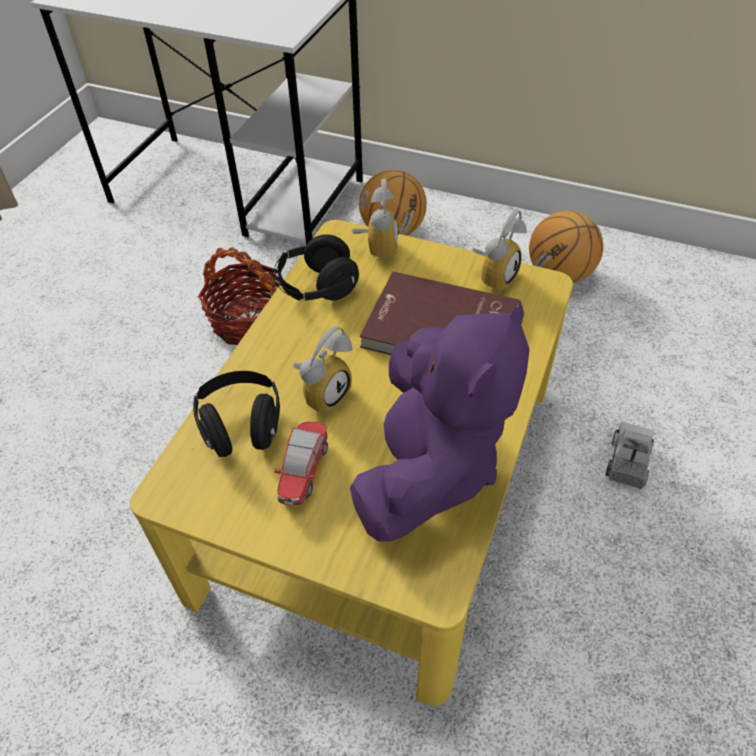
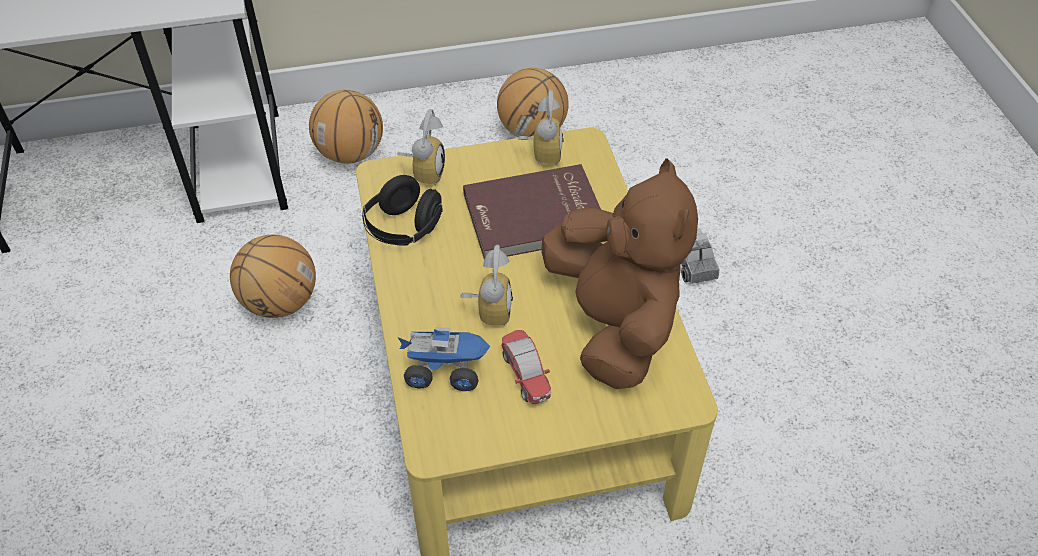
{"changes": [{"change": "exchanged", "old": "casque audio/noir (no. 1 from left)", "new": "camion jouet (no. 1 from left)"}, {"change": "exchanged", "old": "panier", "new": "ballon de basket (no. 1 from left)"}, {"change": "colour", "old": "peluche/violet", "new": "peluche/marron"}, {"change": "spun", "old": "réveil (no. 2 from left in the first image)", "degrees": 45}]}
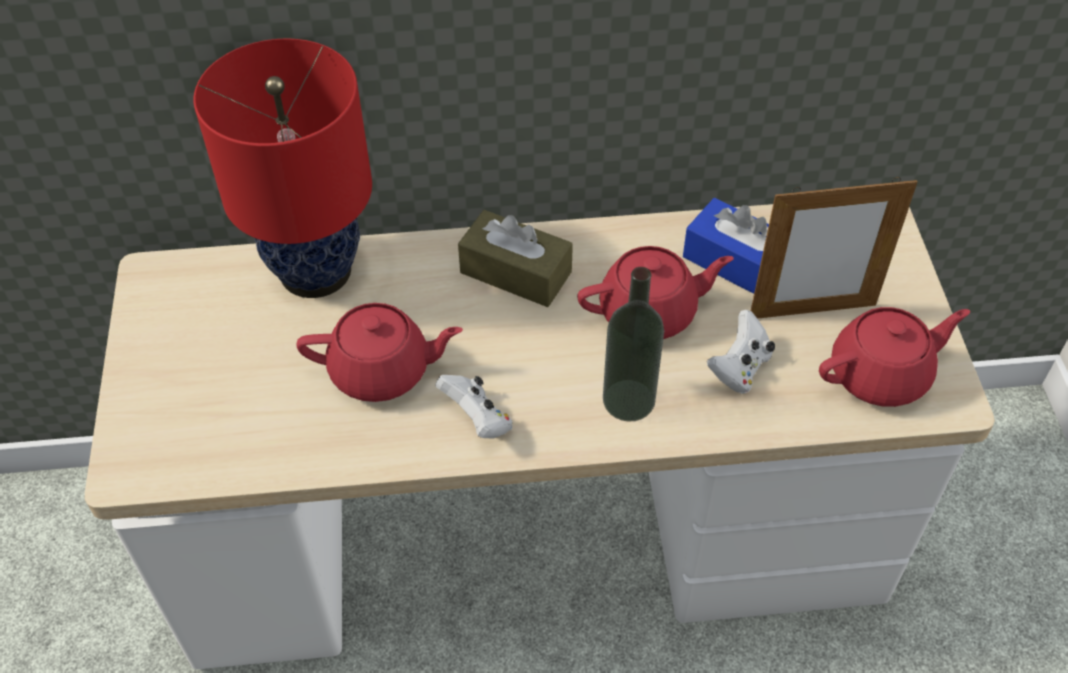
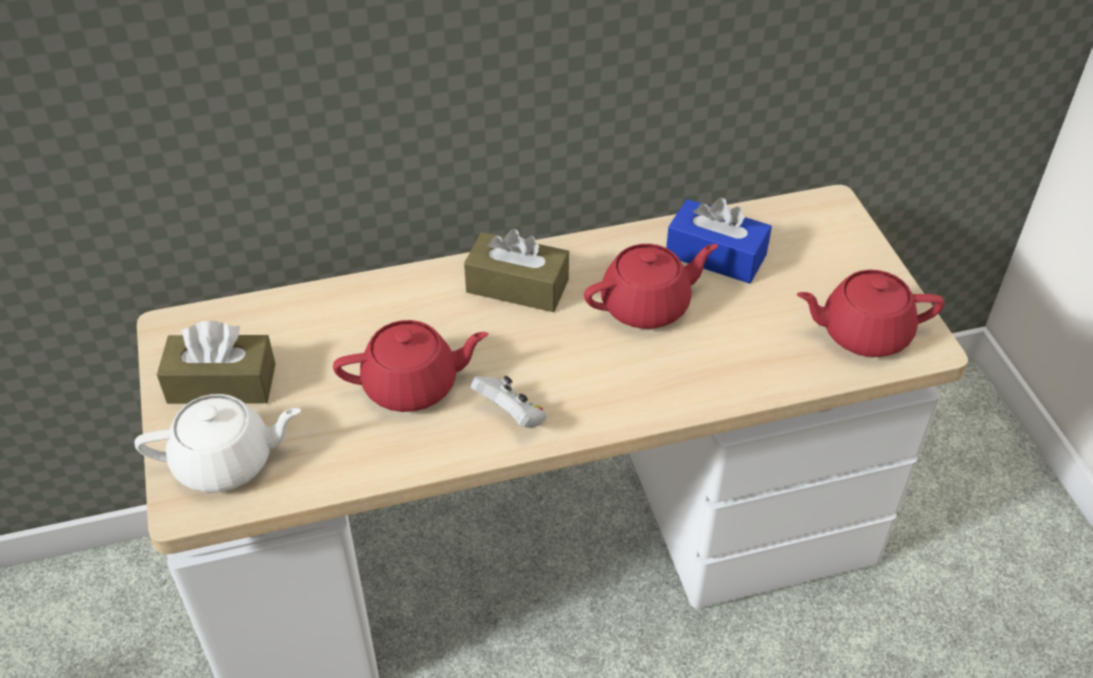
{"changes": [{"change": "missing", "old": "lampe de table/rouge"}, {"change": "missing", "old": "bouteille"}, {"change": "missing", "old": "manette/blanc (no. 2 from left)"}, {"change": "missing", "old": "cadre photo"}, {"change": "spun", "old": "théière/rouge (no. 3 from left)", "degrees": -150}, {"change": "appeared", "new": "théière/blanc"}, {"change": "appeared", "new": "boîte à mouchoirs/marron (no. 1 from left)"}]}
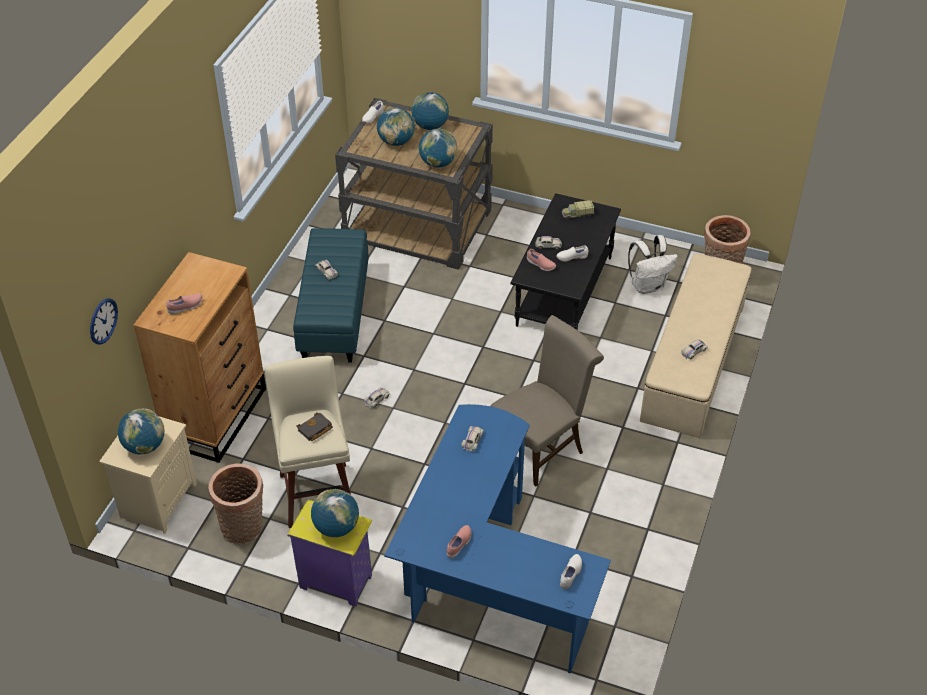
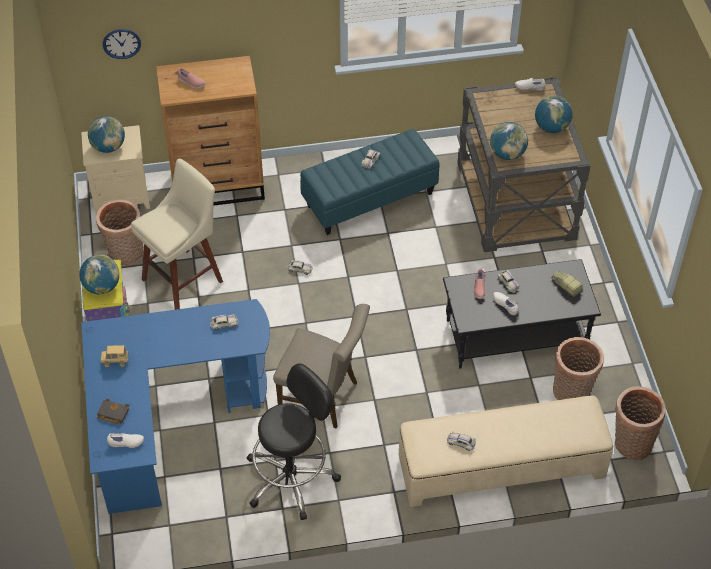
{"changes": [{"change": "relocated", "old": "livre/noir"}, {"change": "missing", "old": "globe (no. 3 from left)"}, {"change": "exchanged", "old": "chaussure/rose (no. 2 from left)", "new": "camion jouet (no. 1 from left)"}, {"change": "exchanged", "old": "sac à dos/blanc", "new": "panier (no. 2 from left)"}, {"change": "appeared", "new": "tabouret/noir"}]}
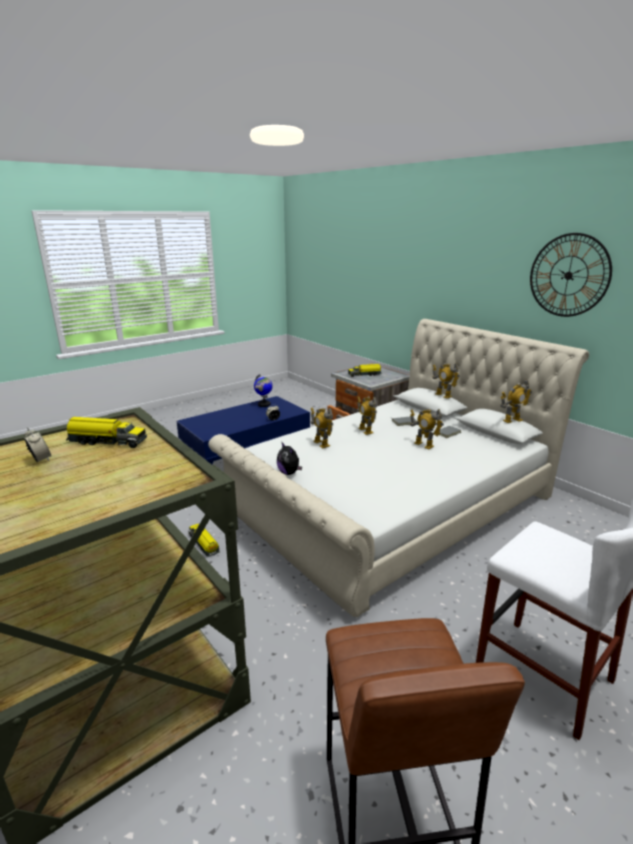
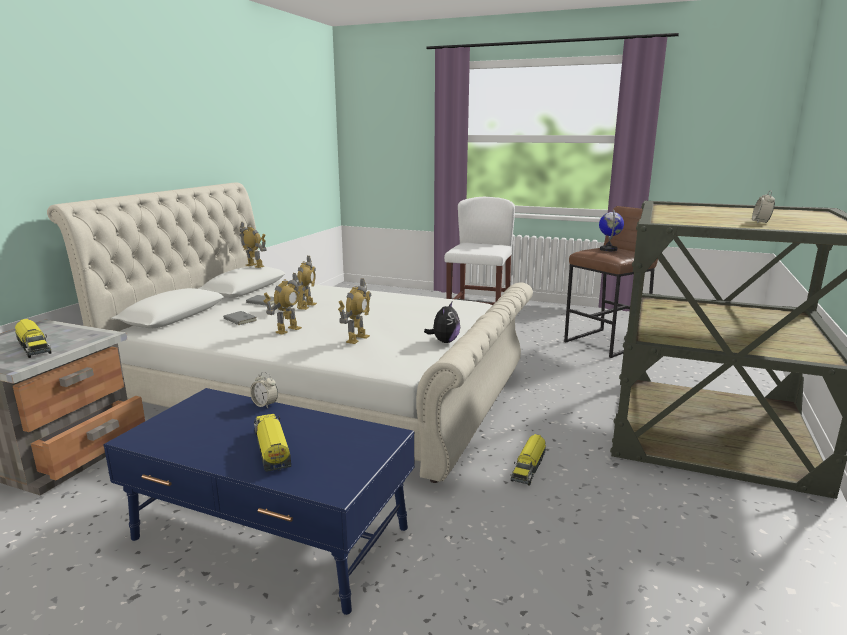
{"changes": [{"change": "relocated", "old": "camion jouet (no. 1 from left in the first image)", "new": "camion jouet (no. 2 from left)"}, {"change": "relocated", "old": "globe"}, {"change": "missing", "old": "robot jouet (no. 4 from left)"}, {"change": "missing", "old": "horloge murale"}]}
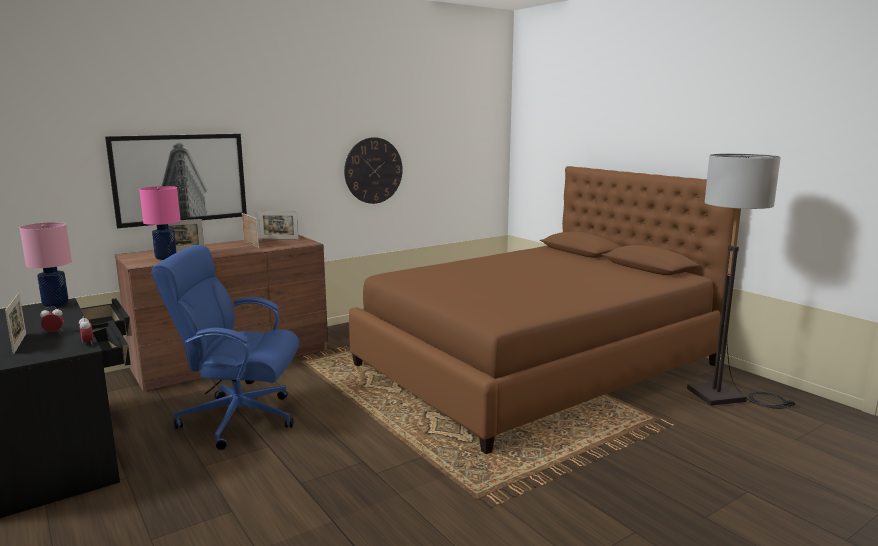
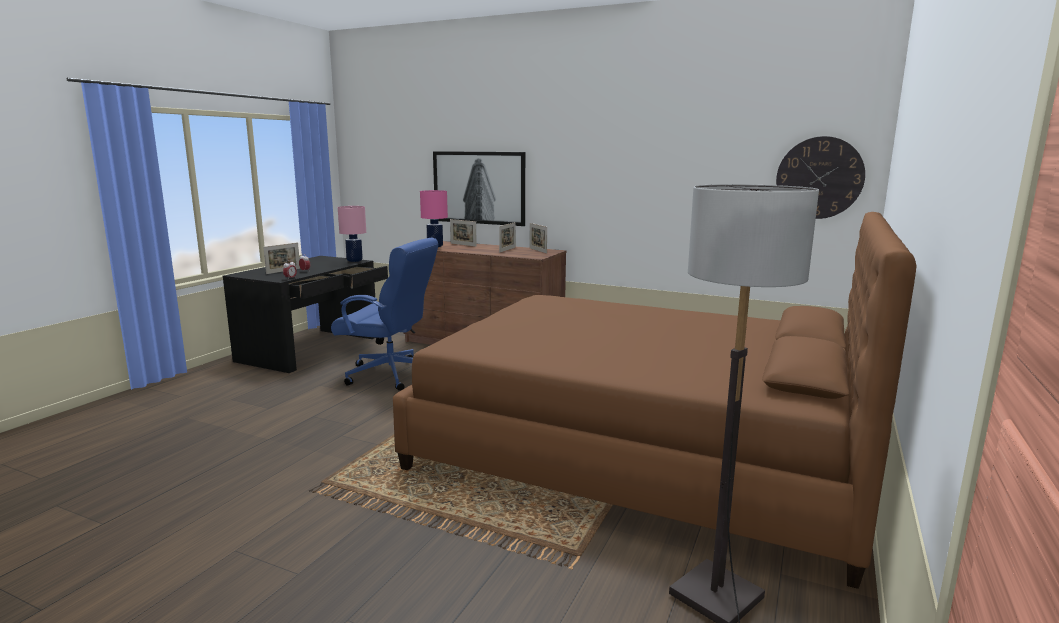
{"changes": [{"change": "spun", "old": "chaise de bureau/bleu", "degrees": 135}, {"change": "relocated", "old": "horloge murale"}]}
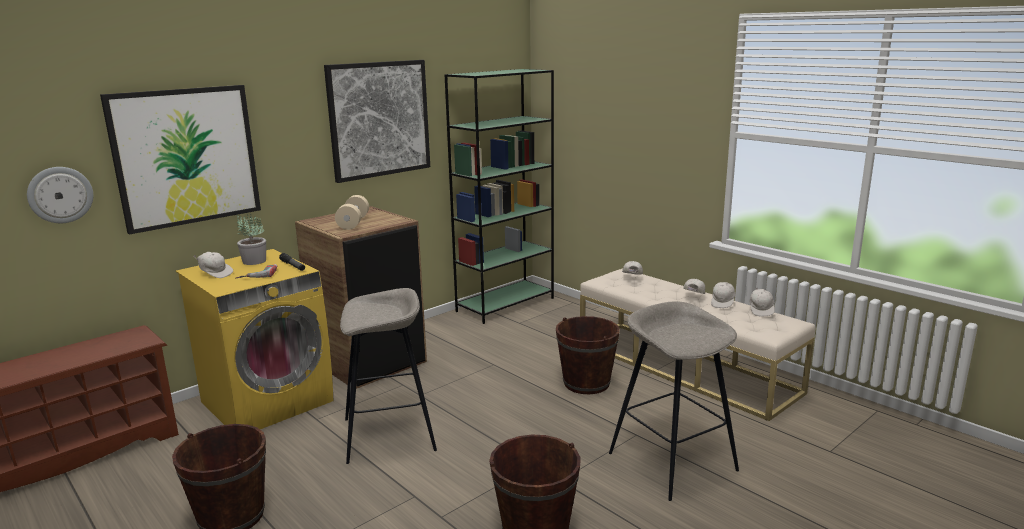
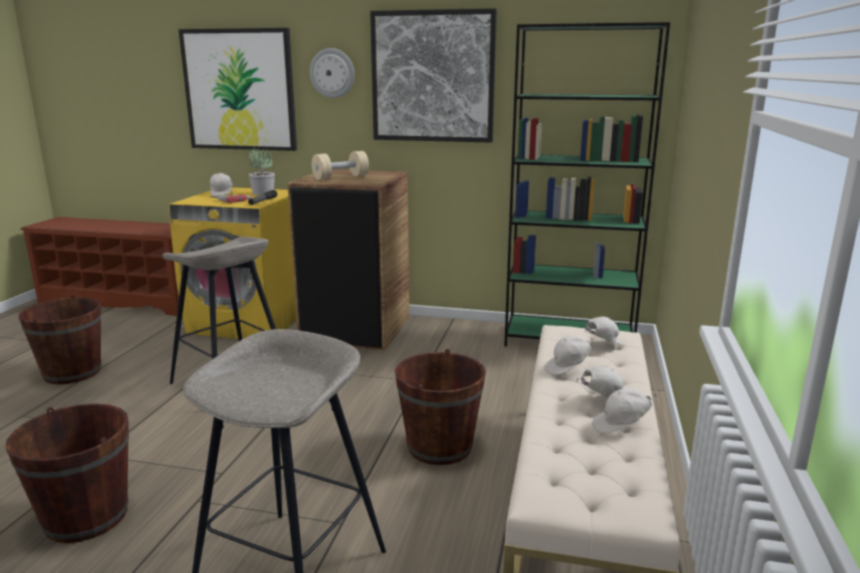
{"changes": [{"change": "relocated", "old": "horloge murale"}, {"change": "relocated", "old": "casquette/blanc (no. 5 from left in the first image)", "new": "casquette/blanc (no. 2 from left)"}]}
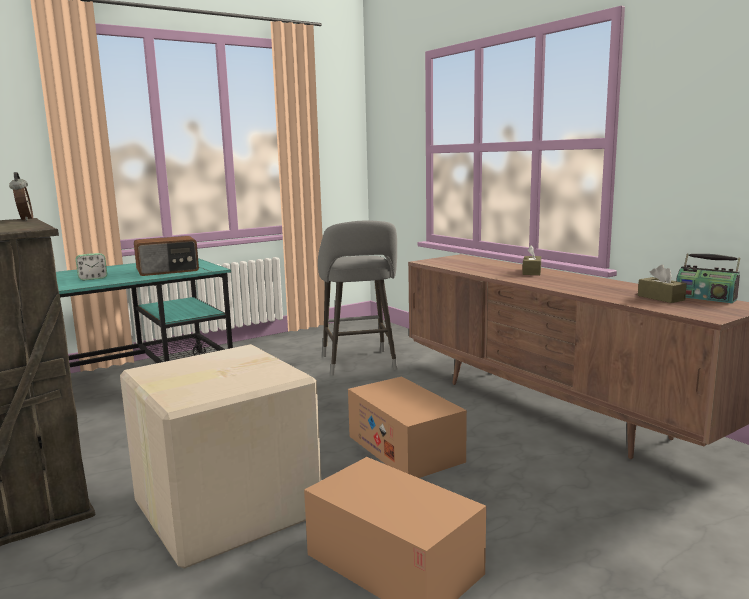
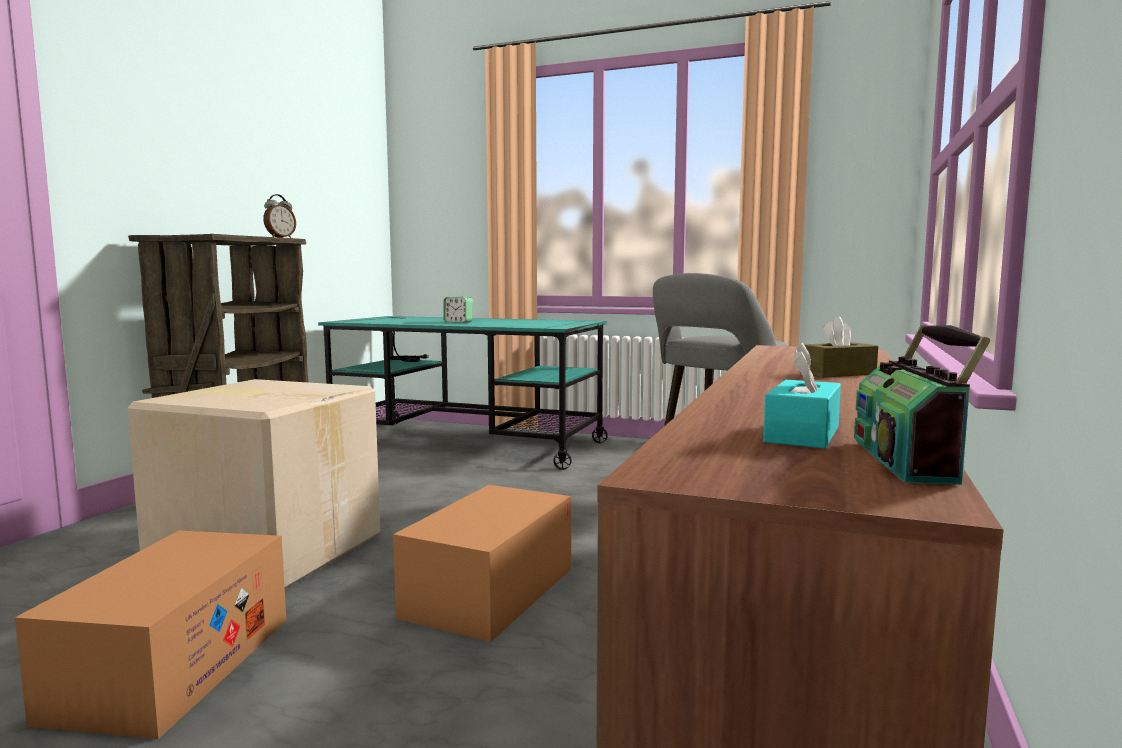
{"changes": [{"change": "missing", "old": "radio (no. 1 from left)"}, {"change": "colour", "old": "boîte à mouchoirs/marron (no. 2 from left)", "new": "boîte à mouchoirs/turquoise"}]}
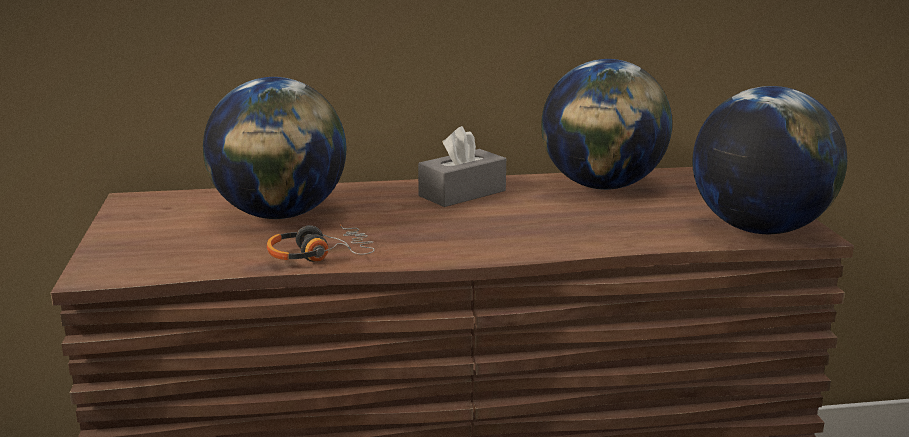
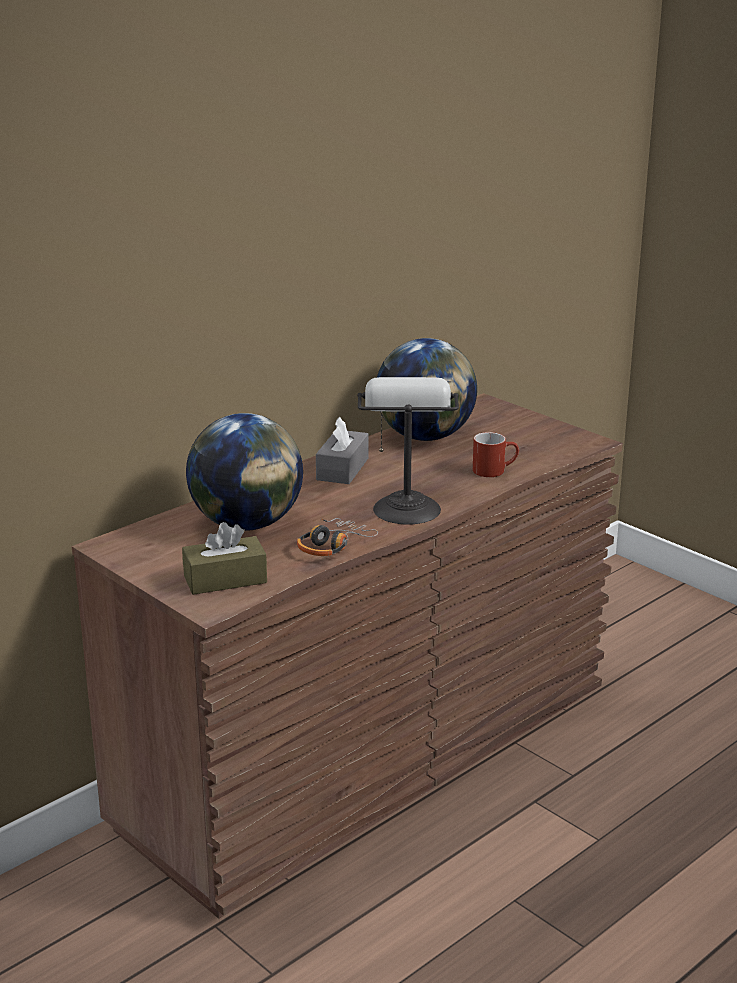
{"changes": [{"change": "missing", "old": "globe (no. 3 from left)"}, {"change": "appeared", "new": "boîte à mouchoirs/marron"}, {"change": "appeared", "new": "lampe de table"}, {"change": "appeared", "new": "mug/rouge"}]}
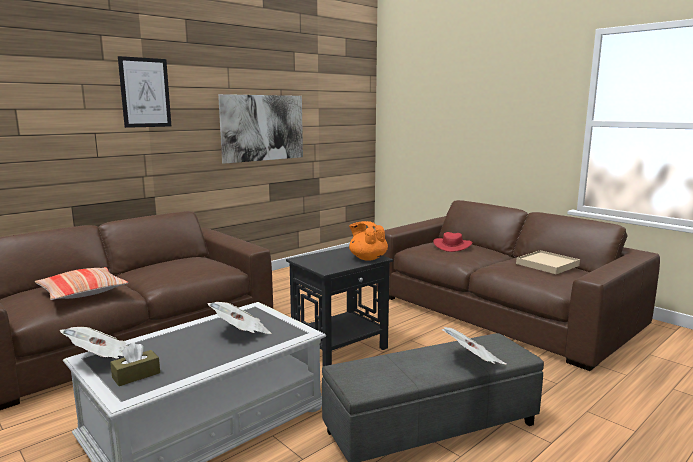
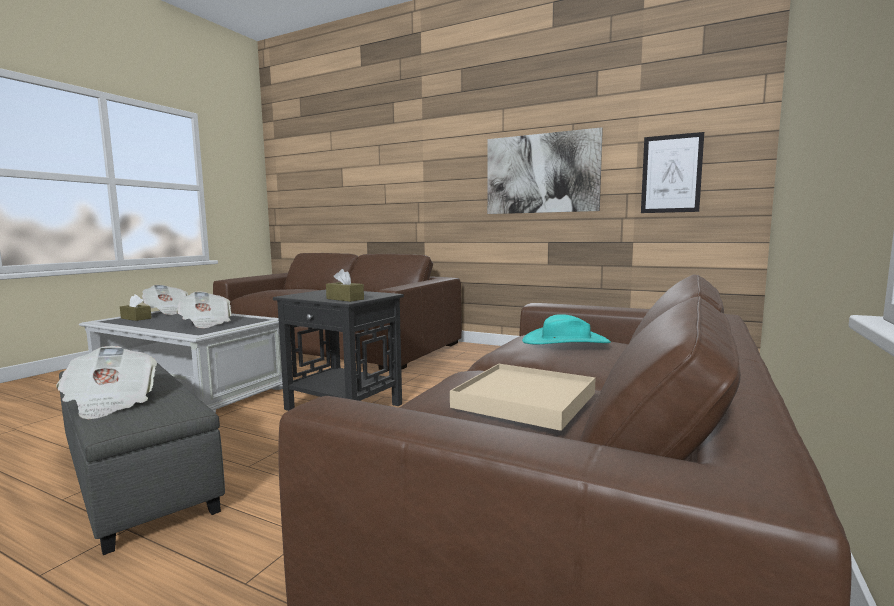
{"changes": [{"change": "missing", "old": "coussin"}, {"change": "relocated", "old": "tableau (no. 1 from left in the first image)", "new": "tableau (no. 2 from left)"}, {"change": "exchanged", "old": "théière/orange", "new": "boîte à mouchoirs/marron (no. 2 from left)"}, {"change": "colour", "old": "chapeau/rouge", "new": "chapeau/turquoise"}]}
